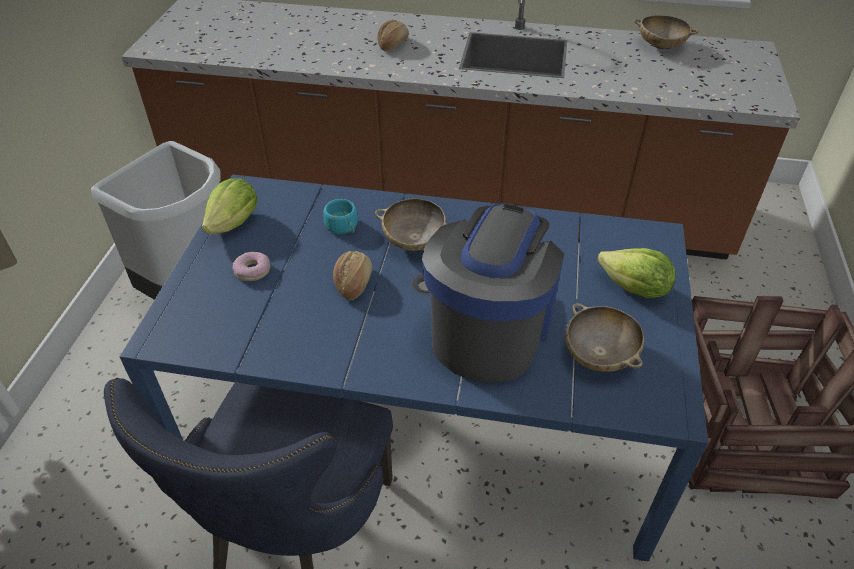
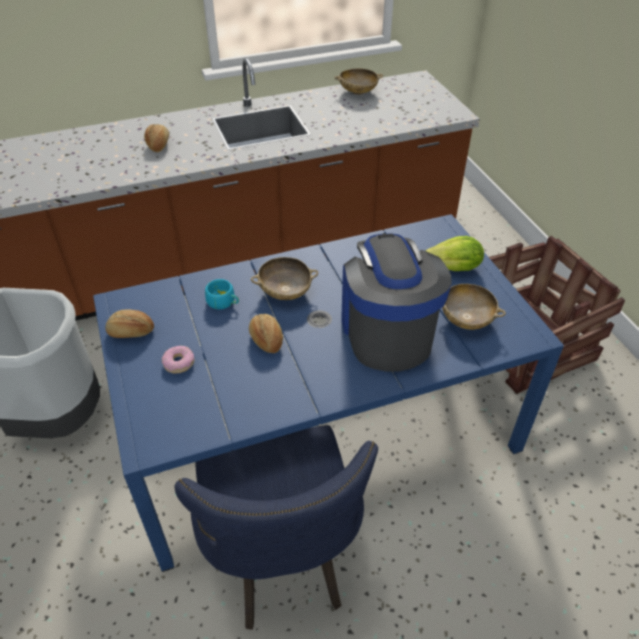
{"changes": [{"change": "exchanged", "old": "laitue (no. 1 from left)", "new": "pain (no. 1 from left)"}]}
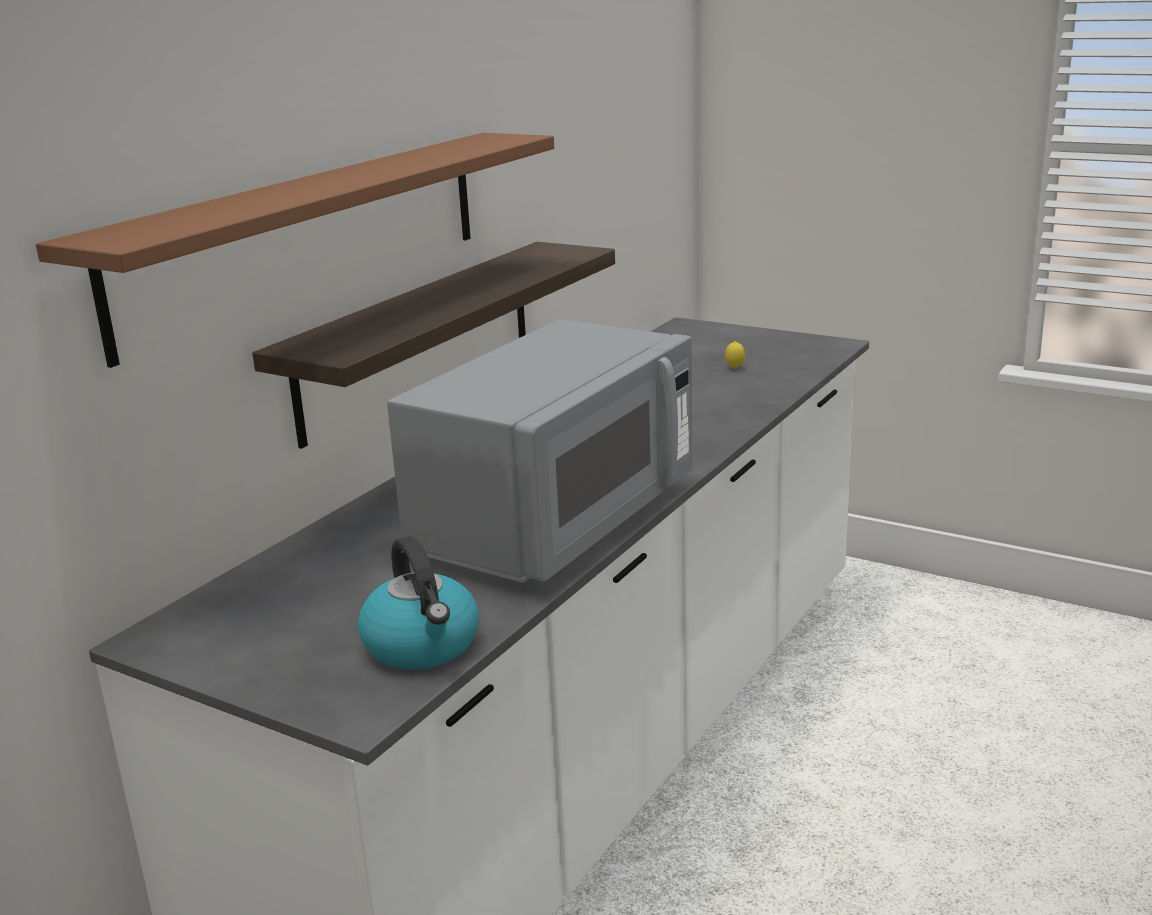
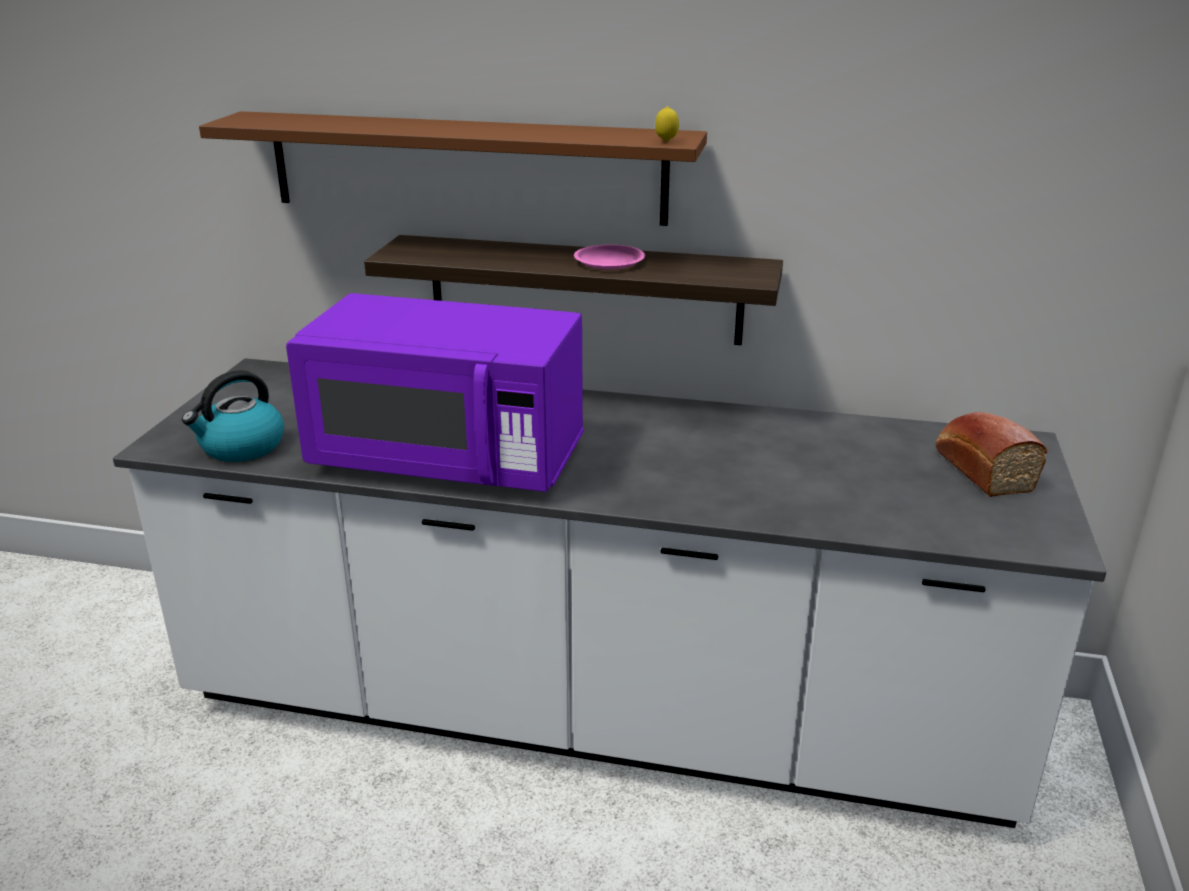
{"changes": [{"change": "colour", "old": "micro-ondes/gris", "new": "micro-ondes/violet"}, {"change": "relocated", "old": "citron"}, {"change": "appeared", "new": "assiette/rose"}, {"change": "appeared", "new": "pain"}]}
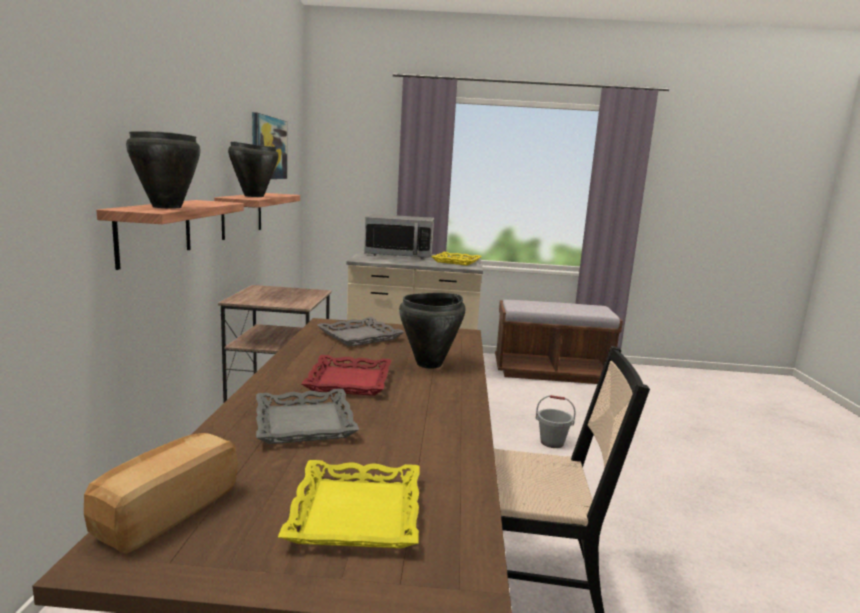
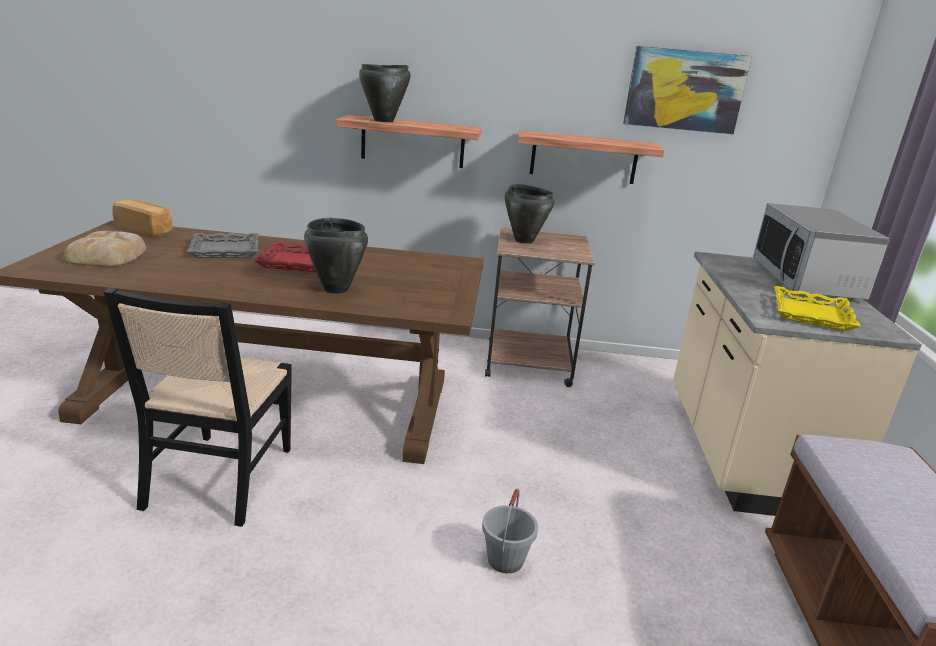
{"changes": [{"change": "relocated", "old": "marmite/noir (no. 2 from left in the first image)", "new": "marmite/noir (no. 3 from left)"}, {"change": "exchanged", "old": "plateau/jaune (no. 1 from left)", "new": "pain (no. 1 from left)"}, {"change": "missing", "old": "plateau/gris (no. 2 from left)"}]}
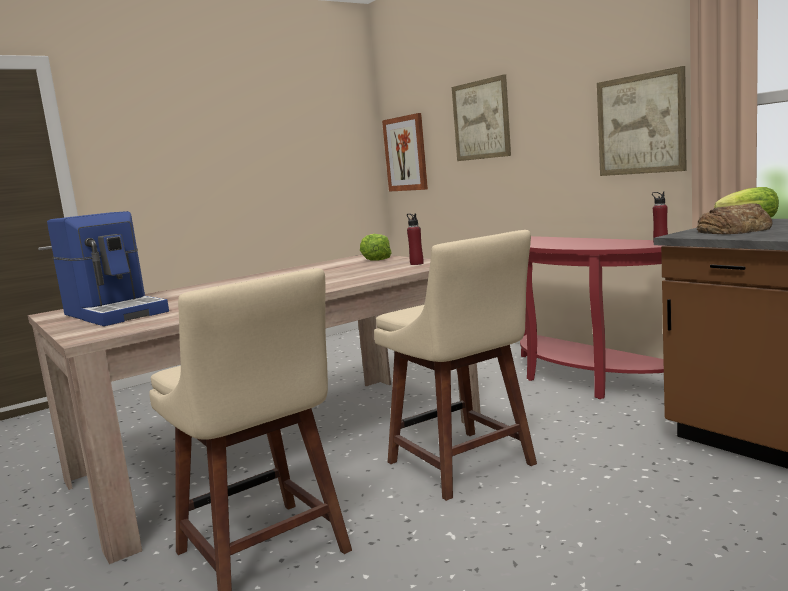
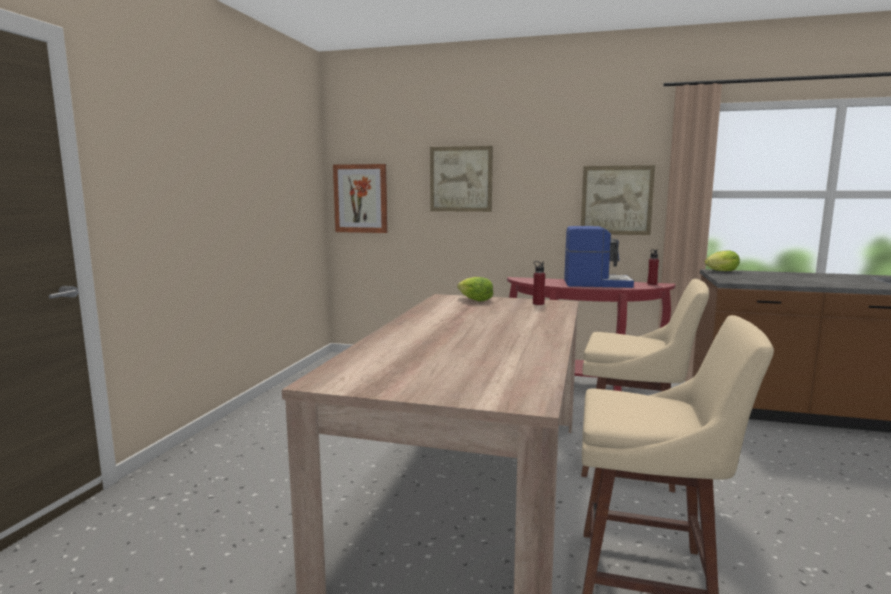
{"changes": [{"change": "relocated", "old": "machine à café"}, {"change": "missing", "old": "pain"}]}
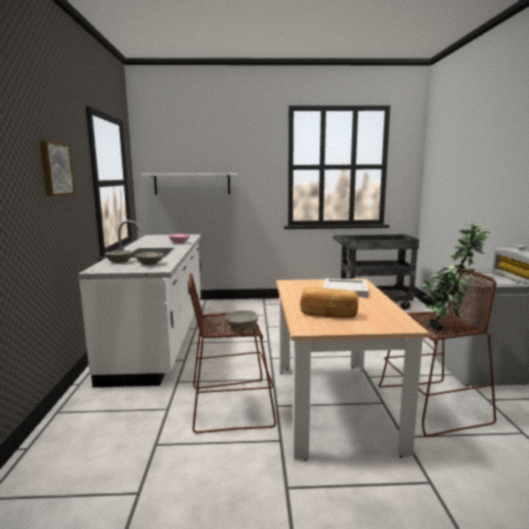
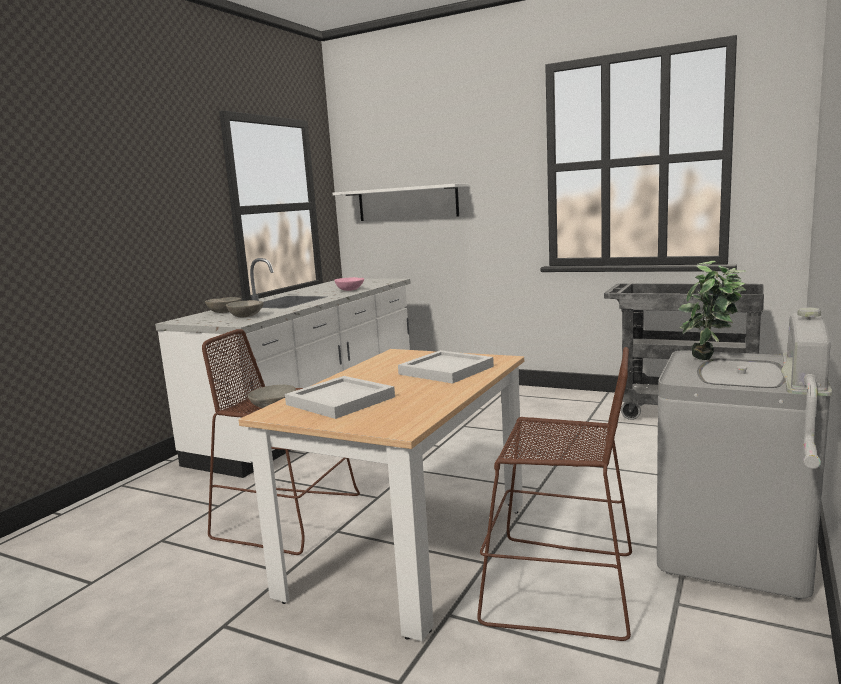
{"changes": [{"change": "missing", "old": "tableau"}, {"change": "exchanged", "old": "pain", "new": "plateau/blanc (no. 1 from left)"}, {"change": "missing", "old": "plante en pot (no. 1 from left)"}]}
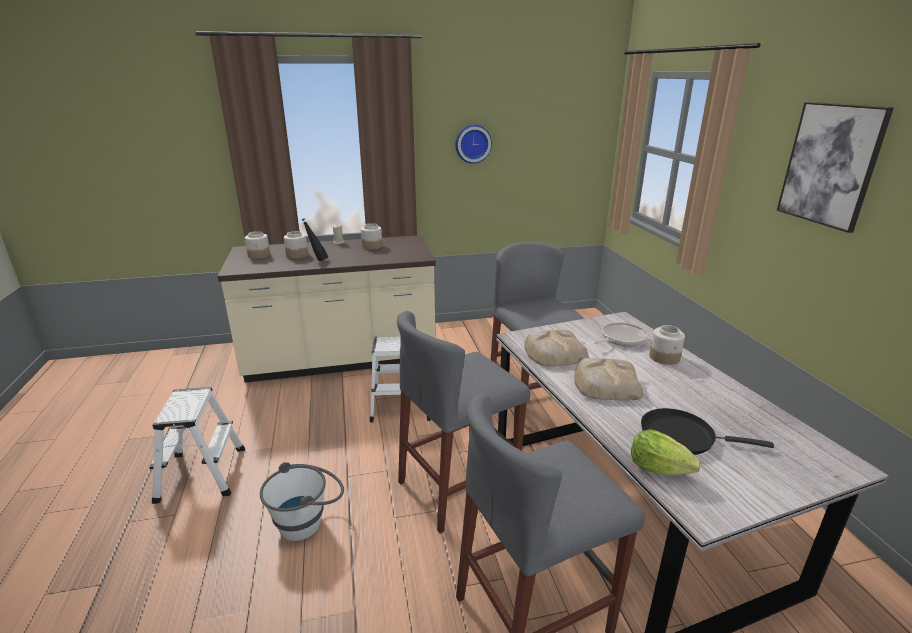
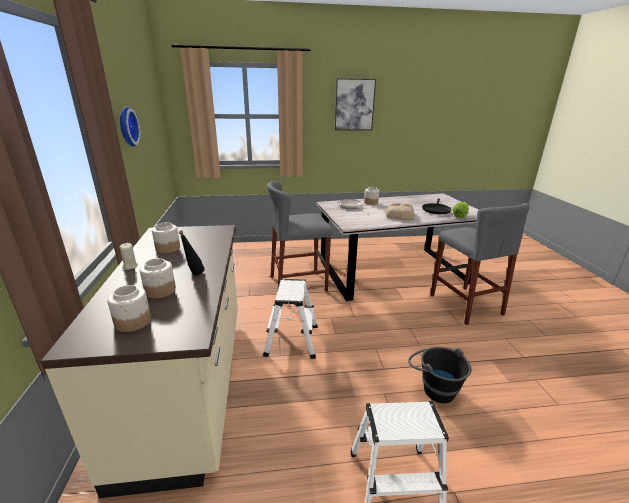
{"changes": [{"change": "colour", "old": "seau/blanc", "new": "seau/noir"}, {"change": "missing", "old": "tabouret/gris (no. 1 from left)"}, {"change": "missing", "old": "pain (no. 1 from left)"}]}
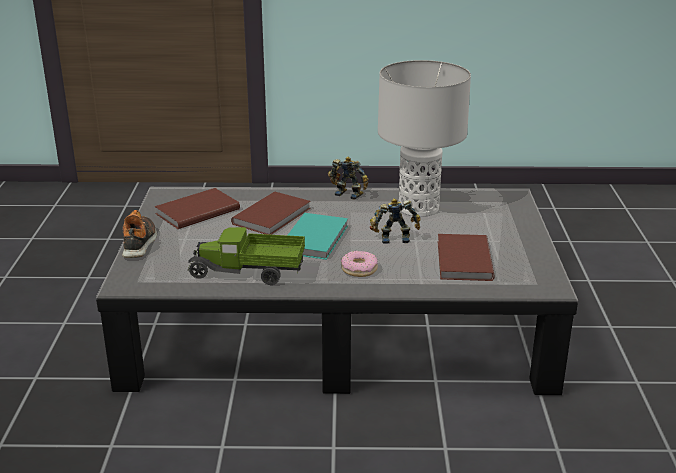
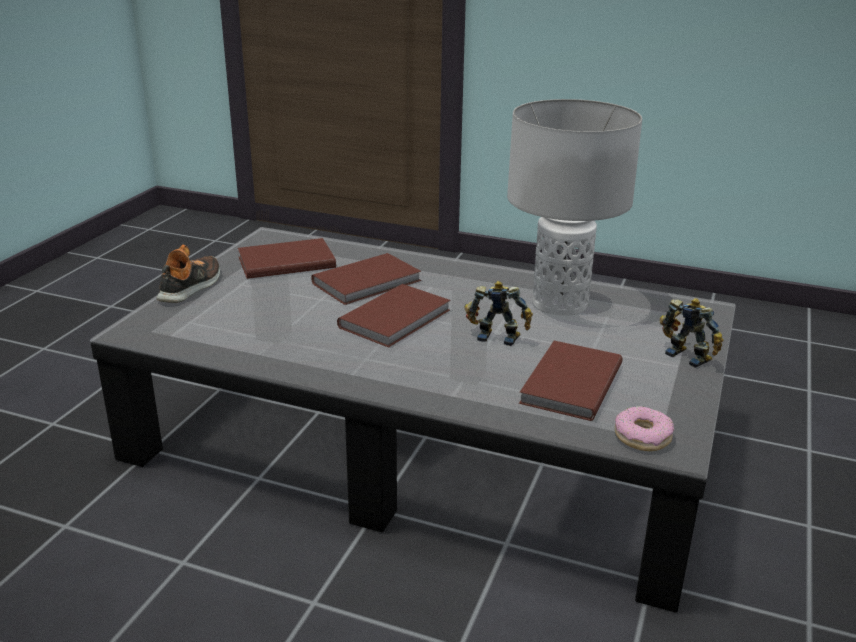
{"changes": [{"change": "missing", "old": "camion jouet"}, {"change": "colour", "old": "livre/turquoise", "new": "livre/marron (no. 3 from left)"}, {"change": "relocated", "old": "robot jouet (no. 1 from left in the first image)", "new": "robot jouet (no. 2 from left)"}, {"change": "relocated", "old": "beignet"}]}
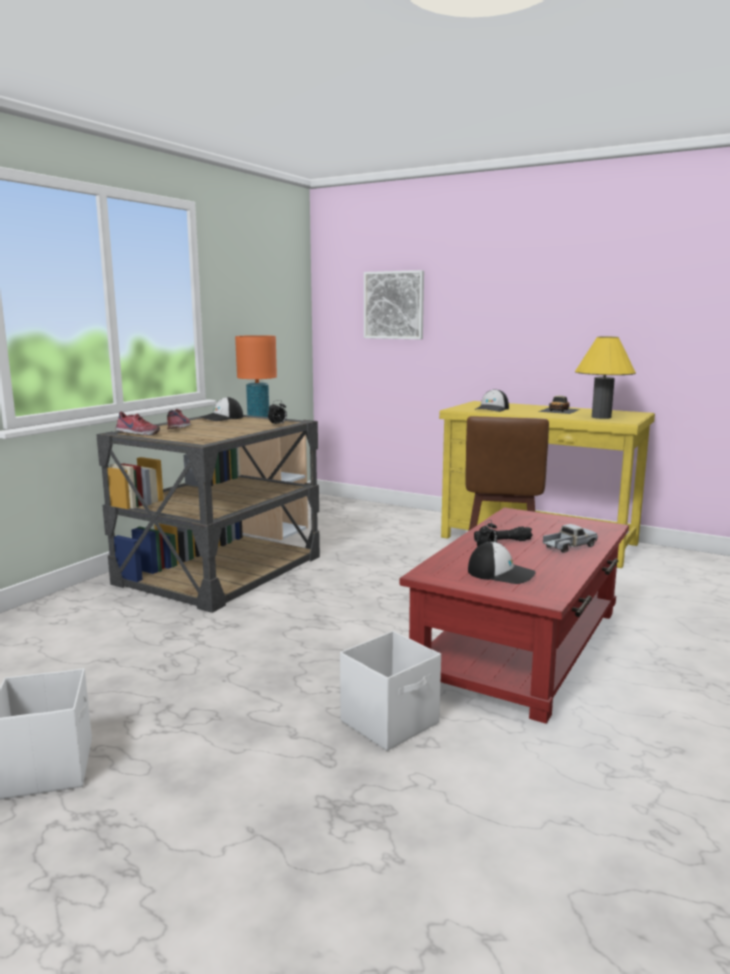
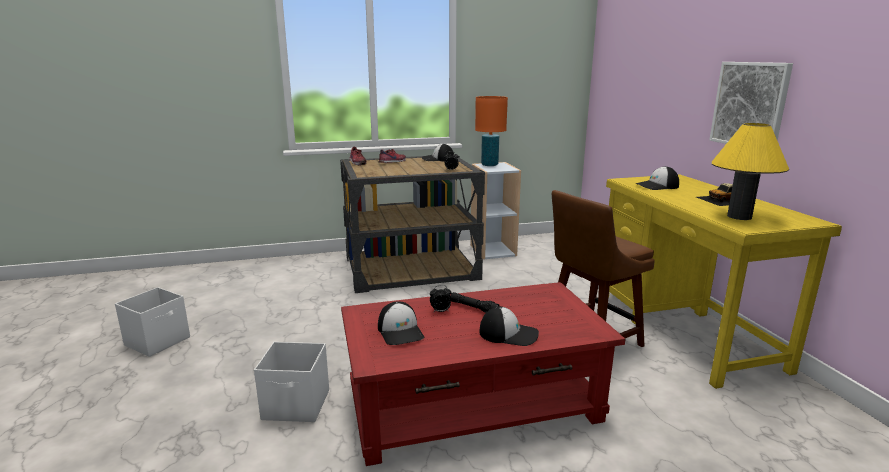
{"changes": [{"change": "relocated", "old": "tableau"}, {"change": "exchanged", "old": "camion jouet", "new": "casquette (no. 3 from left)"}]}
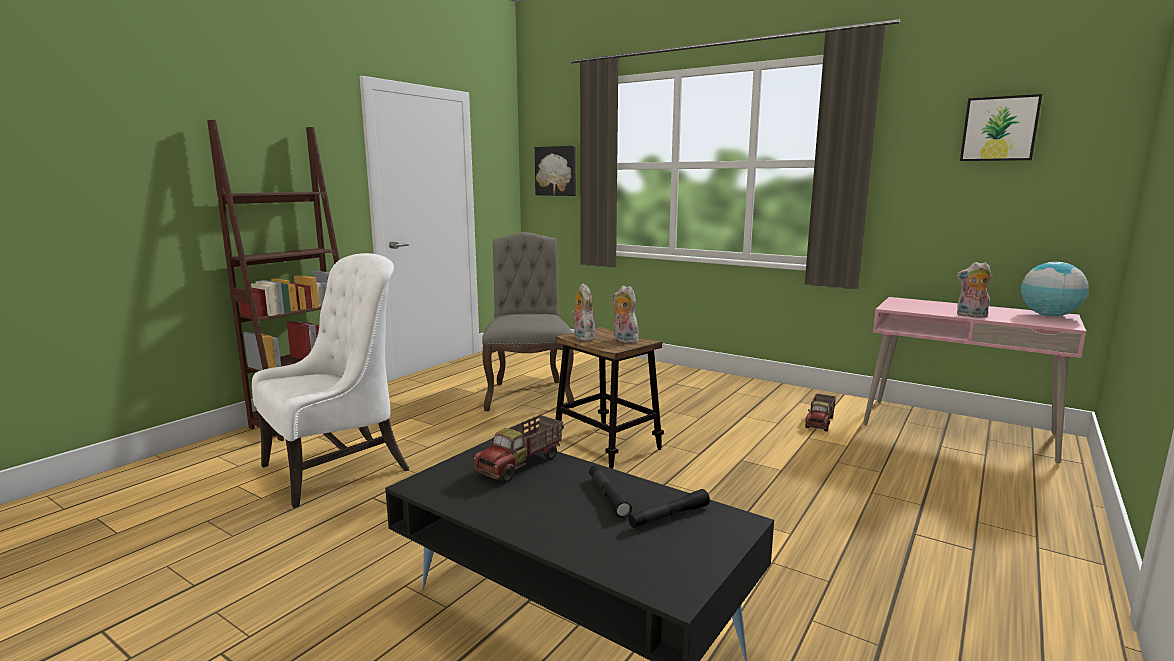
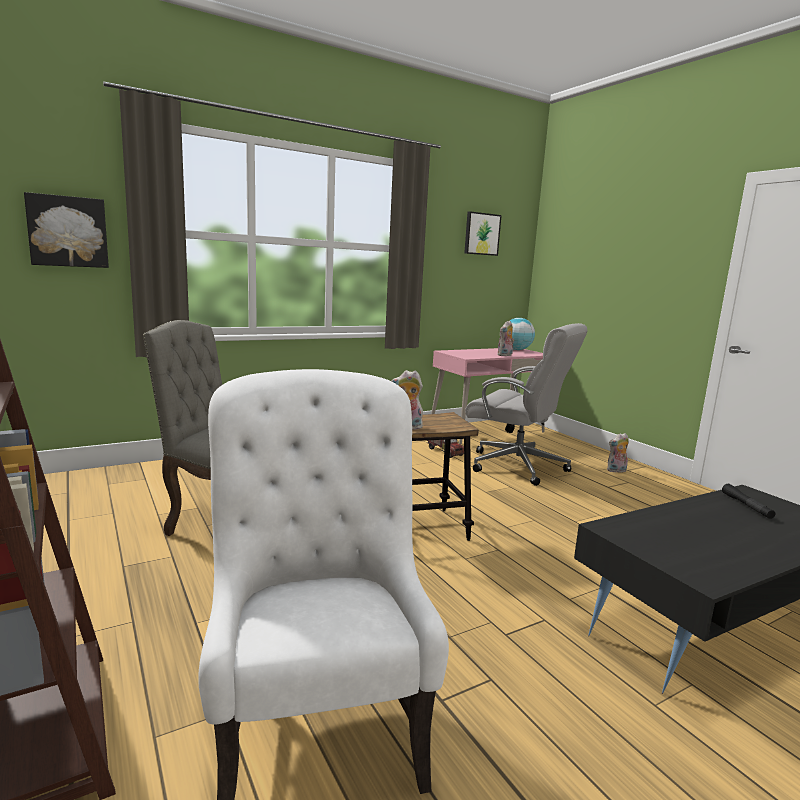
{"changes": [{"change": "missing", "old": "camion jouet (no. 1 from left)"}, {"change": "missing", "old": "lampe de poche/noir (no. 1 from left)"}, {"change": "relocated", "old": "peluche (no. 2 from left in the first image)", "new": "peluche (no. 3 from left)"}, {"change": "appeared", "new": "chaise de bureau/gris"}]}
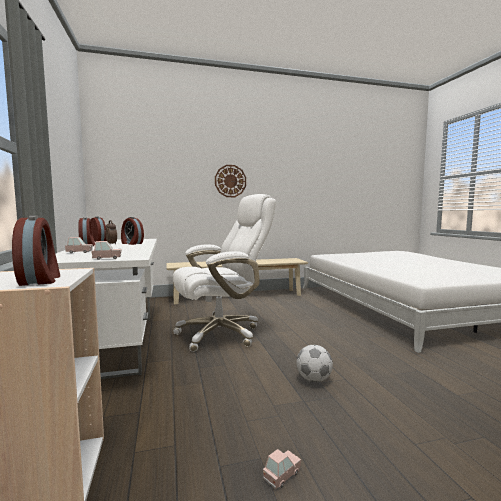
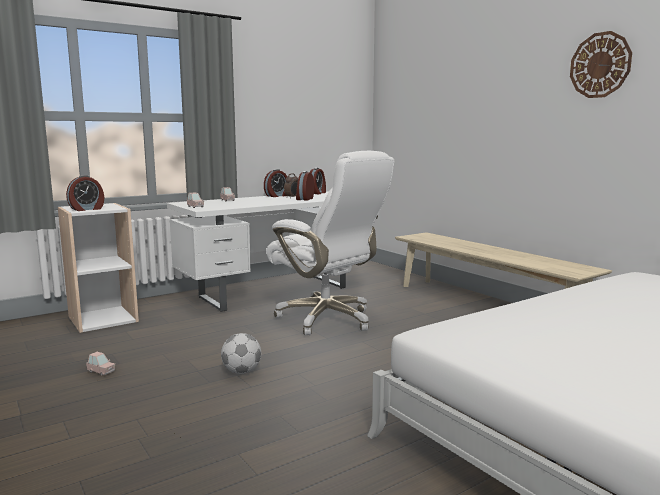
{"changes": [{"change": "relocated", "old": "horloge murale"}]}
